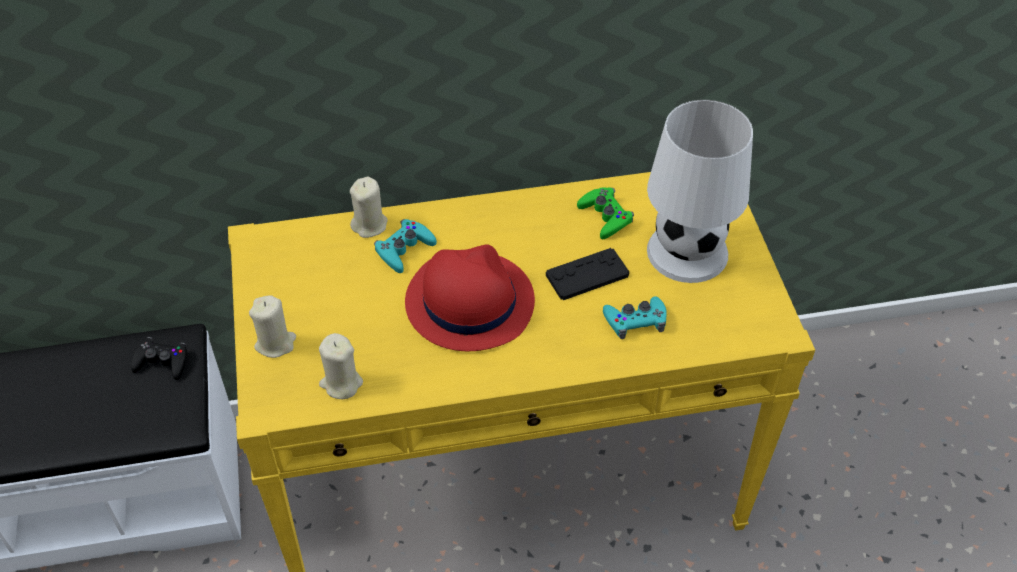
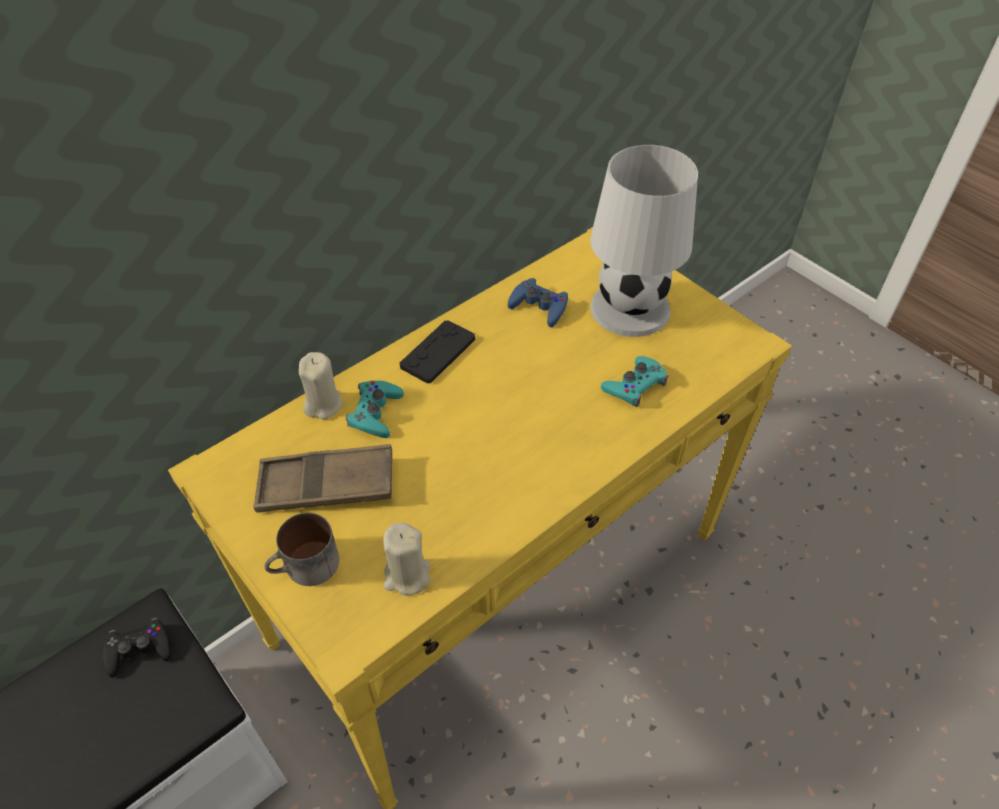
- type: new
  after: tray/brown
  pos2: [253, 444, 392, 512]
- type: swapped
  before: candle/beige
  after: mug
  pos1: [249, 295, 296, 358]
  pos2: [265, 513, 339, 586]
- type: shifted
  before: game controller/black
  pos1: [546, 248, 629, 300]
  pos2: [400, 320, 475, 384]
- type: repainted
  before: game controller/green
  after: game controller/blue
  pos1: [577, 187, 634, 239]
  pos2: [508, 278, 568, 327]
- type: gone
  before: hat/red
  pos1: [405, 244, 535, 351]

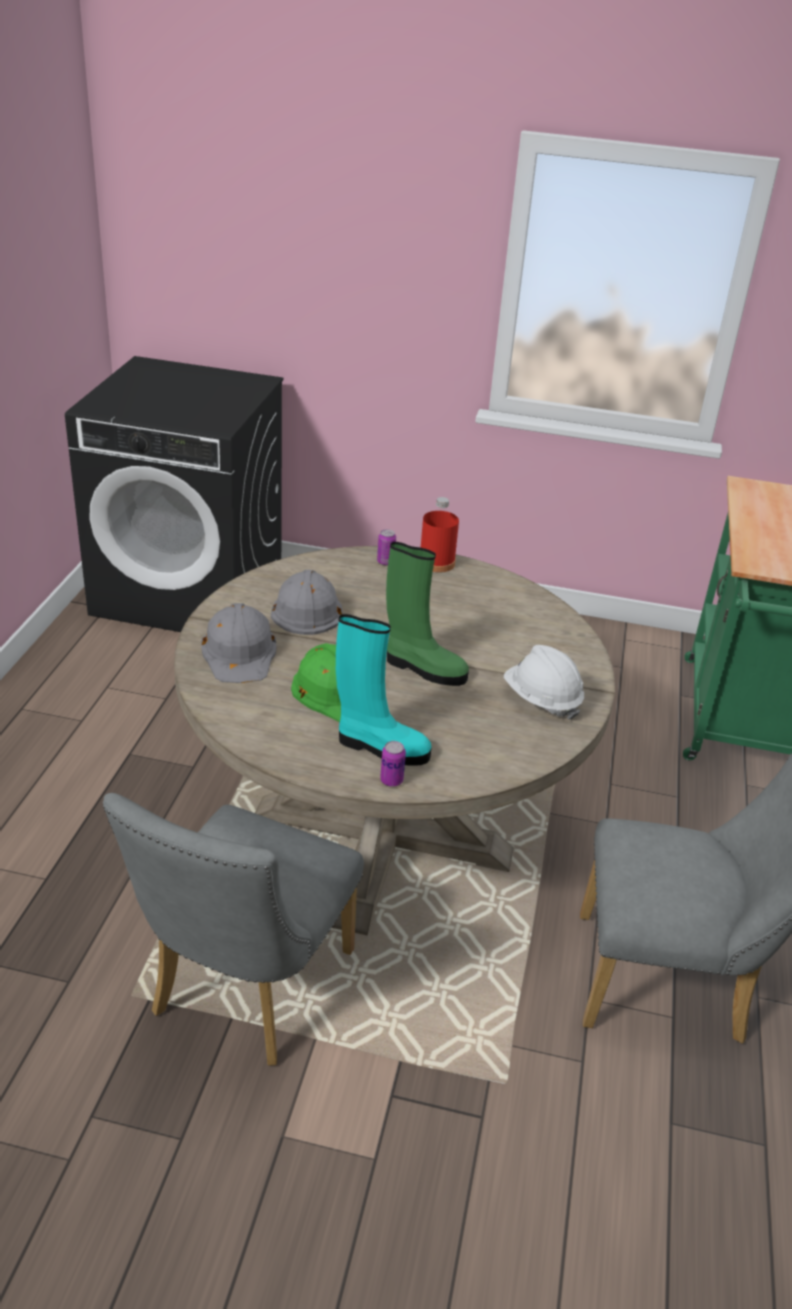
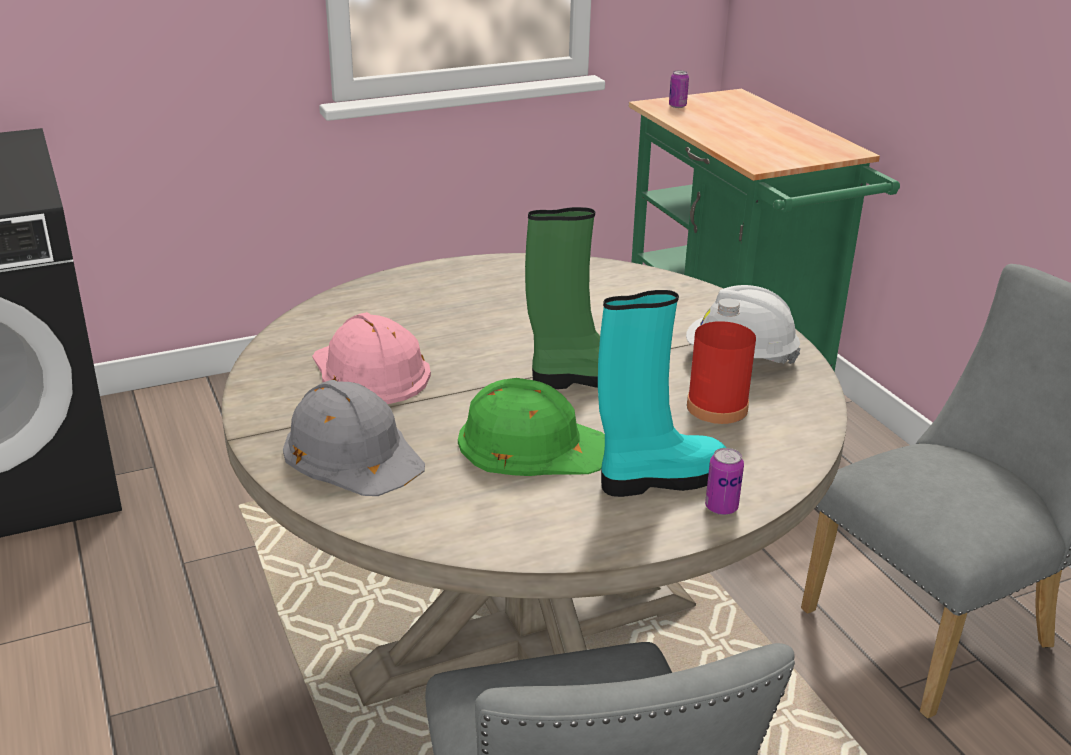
- type: repainted
  before: hard hat/grey
  after: hard hat/pink
  pos1: [271, 570, 343, 635]
  pos2: [312, 312, 431, 404]
- type: shifted
  before: can
  pos1: [377, 529, 396, 566]
  pos2: [669, 70, 689, 108]
- type: shifted
  before: bottle/red
  pos1: [421, 497, 459, 573]
  pos2: [687, 298, 756, 424]

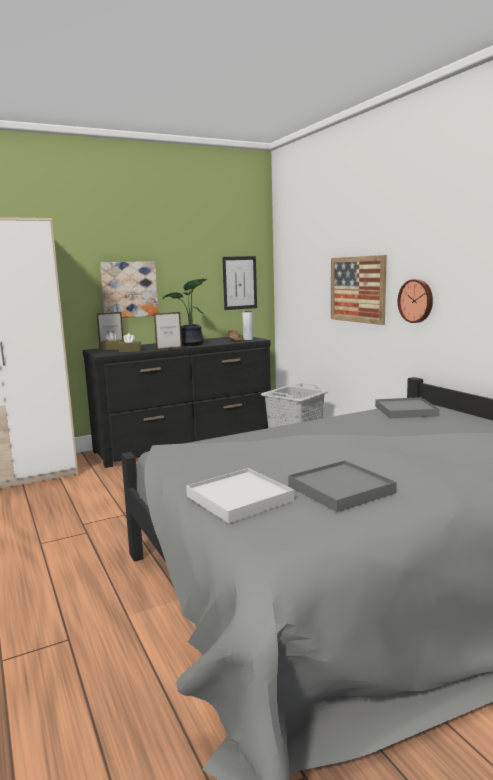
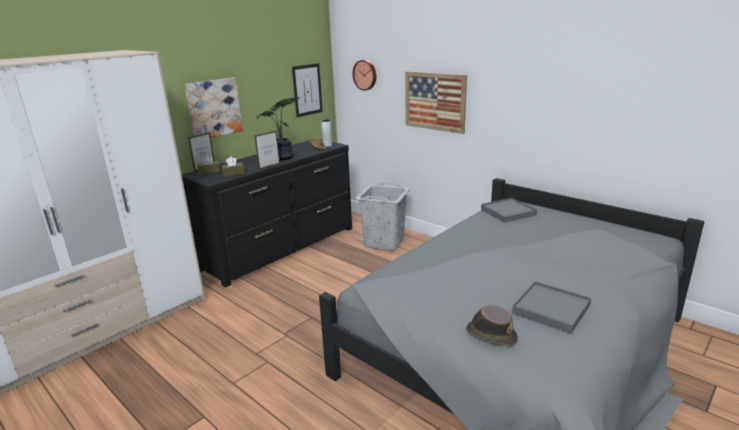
- type: shifted
  before: wall clock
  pos1: [398, 279, 433, 323]
  pos2: [352, 60, 376, 91]
- type: swapped
  before: tray/white
  after: hat/brown
  pos1: [186, 468, 294, 524]
  pos2: [466, 305, 518, 346]

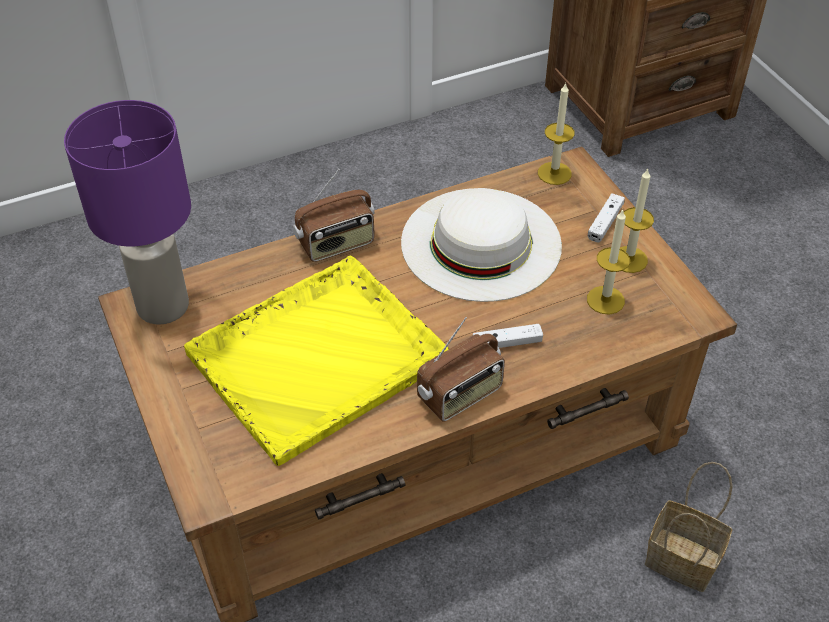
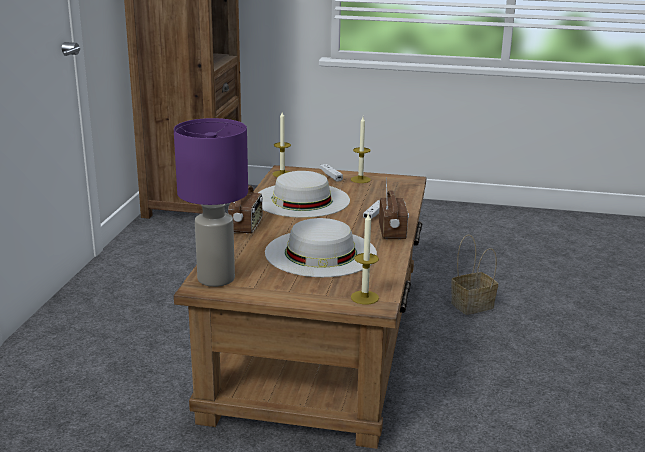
- type: swapped
  before: tray/yellow
  after: hat/white
  pos1: [184, 255, 449, 466]
  pos2: [265, 218, 377, 277]
- type: shifted
  before: candle
  pos1: [587, 209, 630, 315]
  pos2: [351, 212, 379, 305]

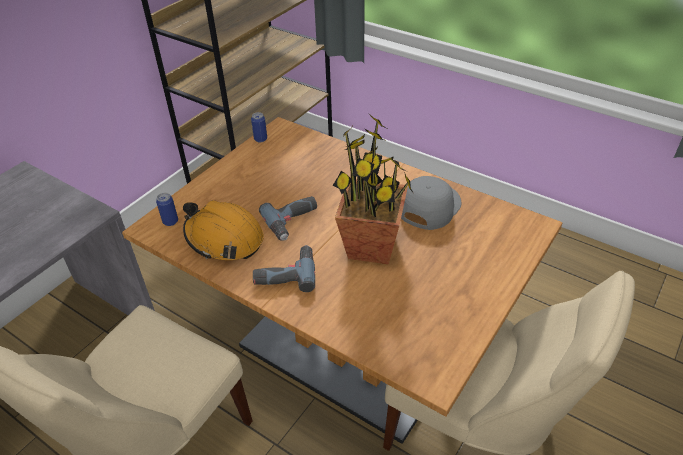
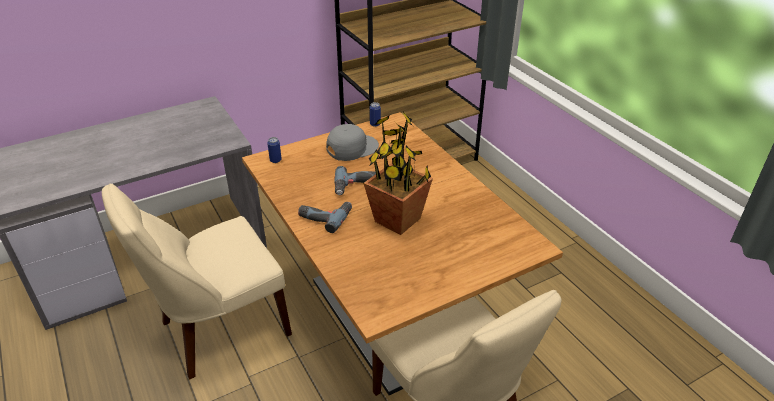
- type: shifted
  before: cap/grey
  pos1: [401, 176, 461, 230]
  pos2: [326, 124, 379, 161]
- type: gone
  before: hard hat/orange
  pos1: [183, 200, 264, 260]

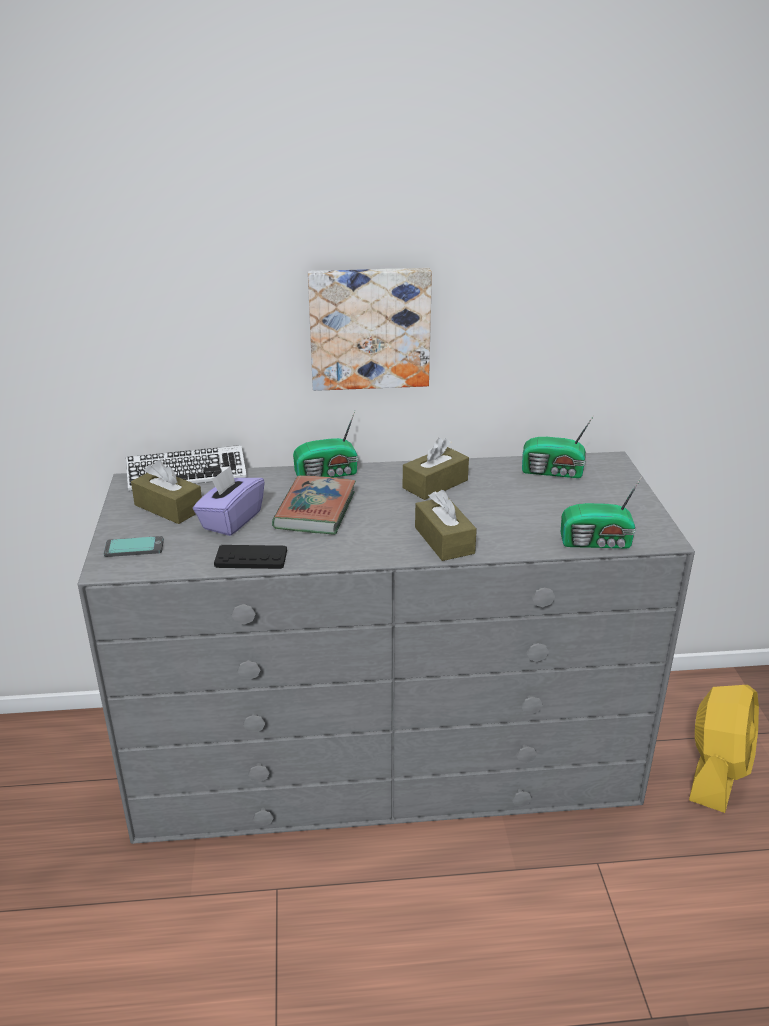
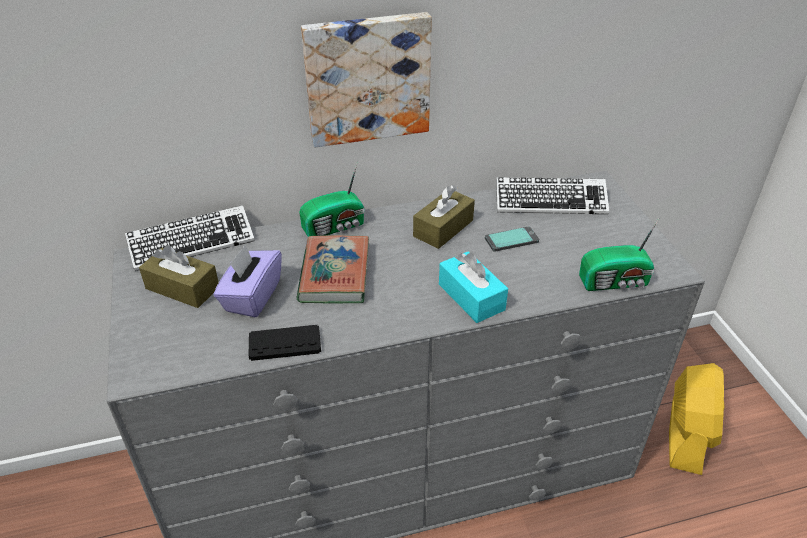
- type: repainted
  before: tissue box/brown
  after: tissue box/turquoise
  pos1: [415, 490, 477, 561]
  pos2: [439, 251, 508, 323]
- type: shifted
  before: phone
  pos1: [104, 536, 164, 557]
  pos2: [485, 227, 539, 252]
- type: swapped
  before: radio
  after: keyboard
  pos1: [522, 415, 594, 478]
  pos2: [496, 177, 609, 214]

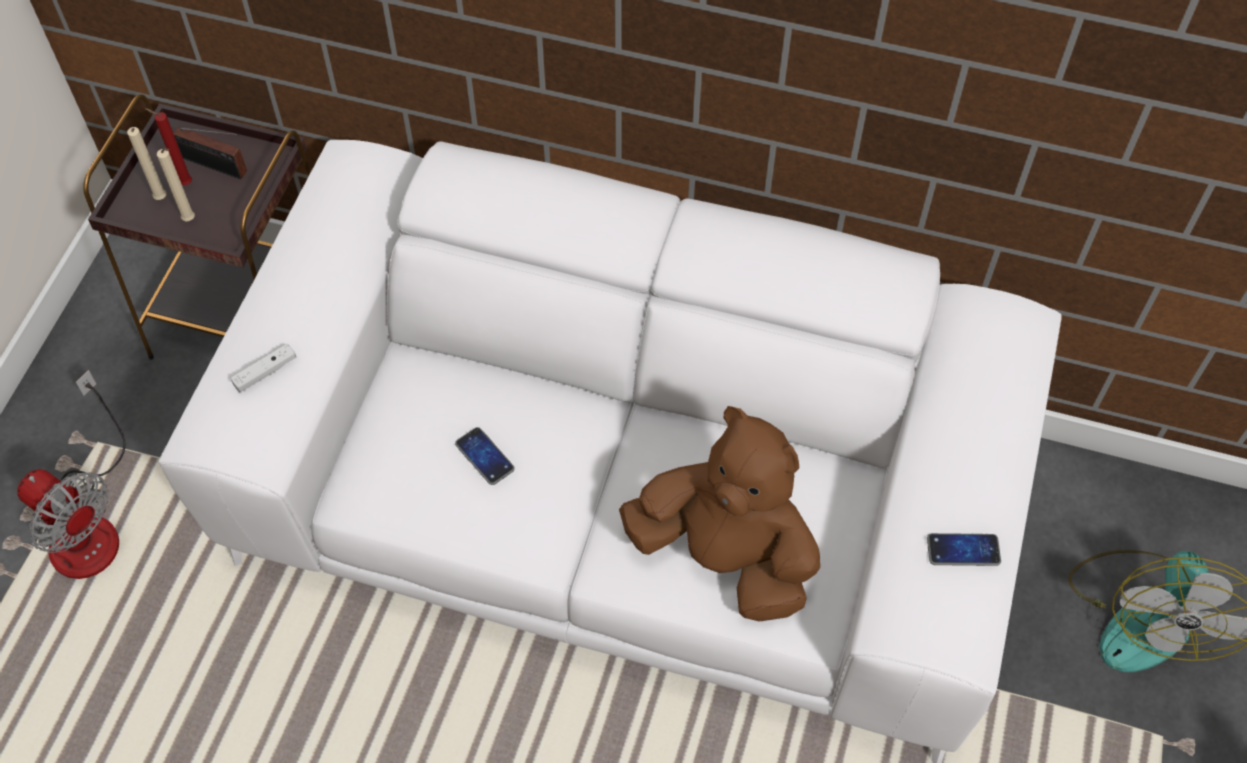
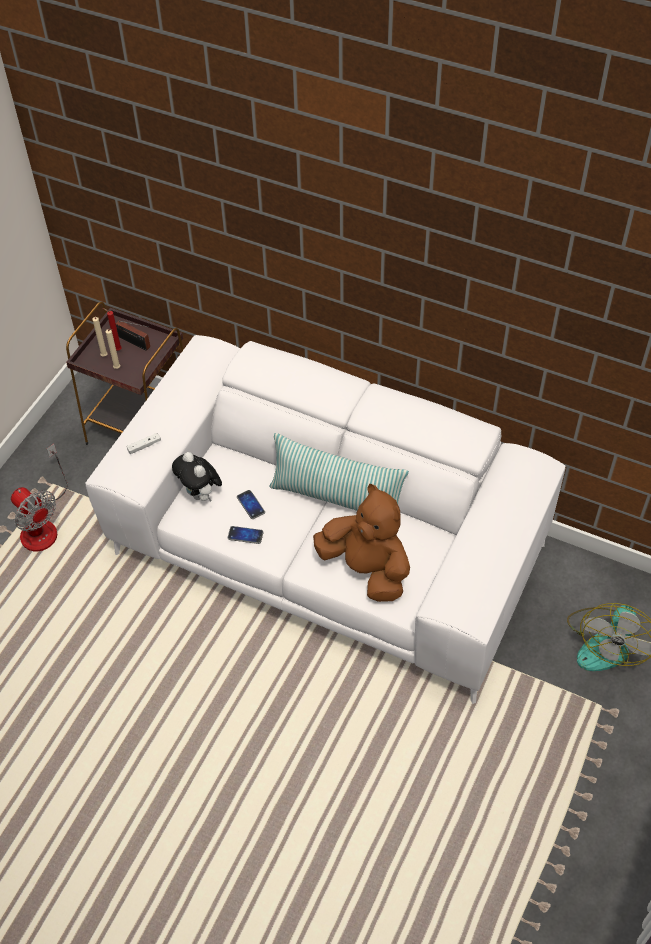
- type: new
  after: plush toy
  pos2: [172, 452, 222, 502]
- type: shifted
  before: phone
  pos1: [927, 533, 1001, 566]
  pos2: [228, 526, 264, 544]
- type: new
  after: pillow
  pos2: [270, 433, 409, 511]

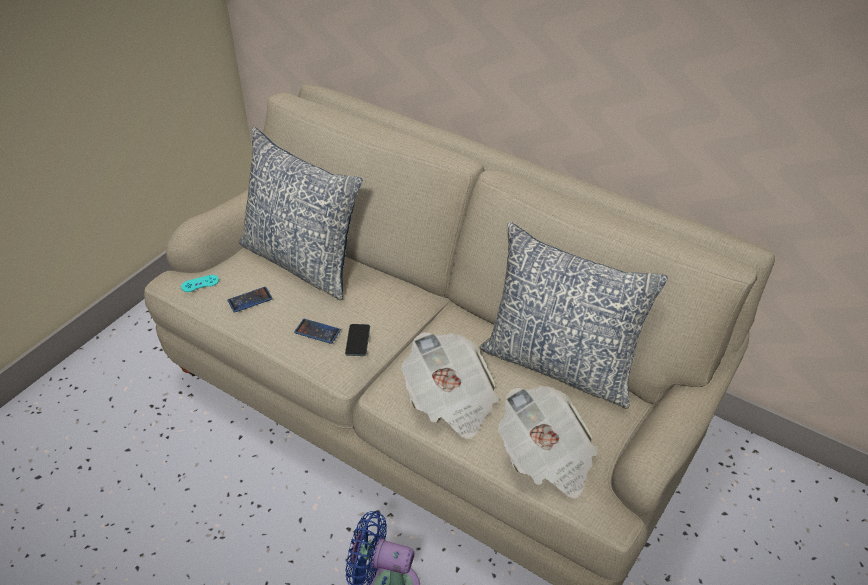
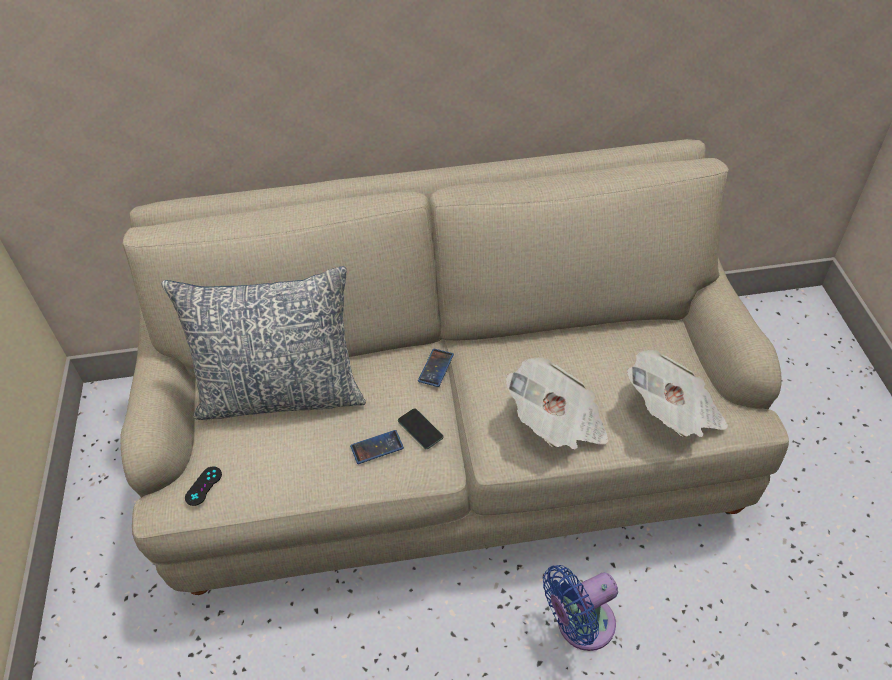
- type: repainted
  before: game controller/turquoise
  after: game controller/black
  pos1: [181, 275, 219, 292]
  pos2: [185, 466, 222, 506]
- type: shifted
  before: phone
  pos1: [227, 287, 273, 313]
  pos2: [418, 349, 454, 387]
- type: gone
  before: pillow
  pos1: [480, 222, 668, 409]

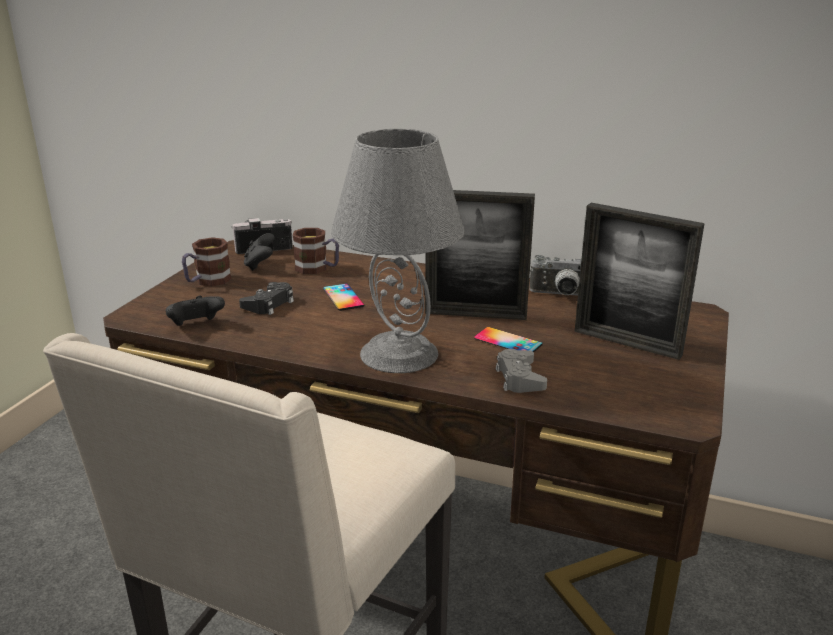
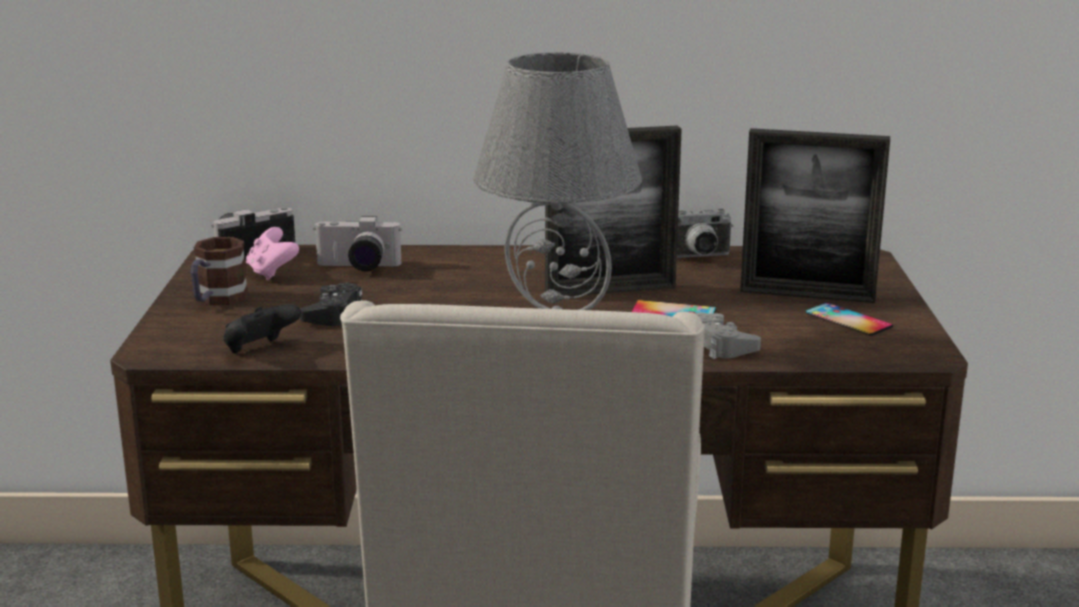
- type: repainted
  before: game controller/black
  after: game controller/pink
  pos1: [244, 233, 275, 271]
  pos2: [246, 227, 299, 280]
- type: swapped
  before: mug
  after: photo camera
  pos1: [293, 228, 339, 274]
  pos2: [313, 216, 402, 272]
- type: shifted
  before: phone
  pos1: [323, 283, 365, 311]
  pos2: [806, 303, 893, 336]

